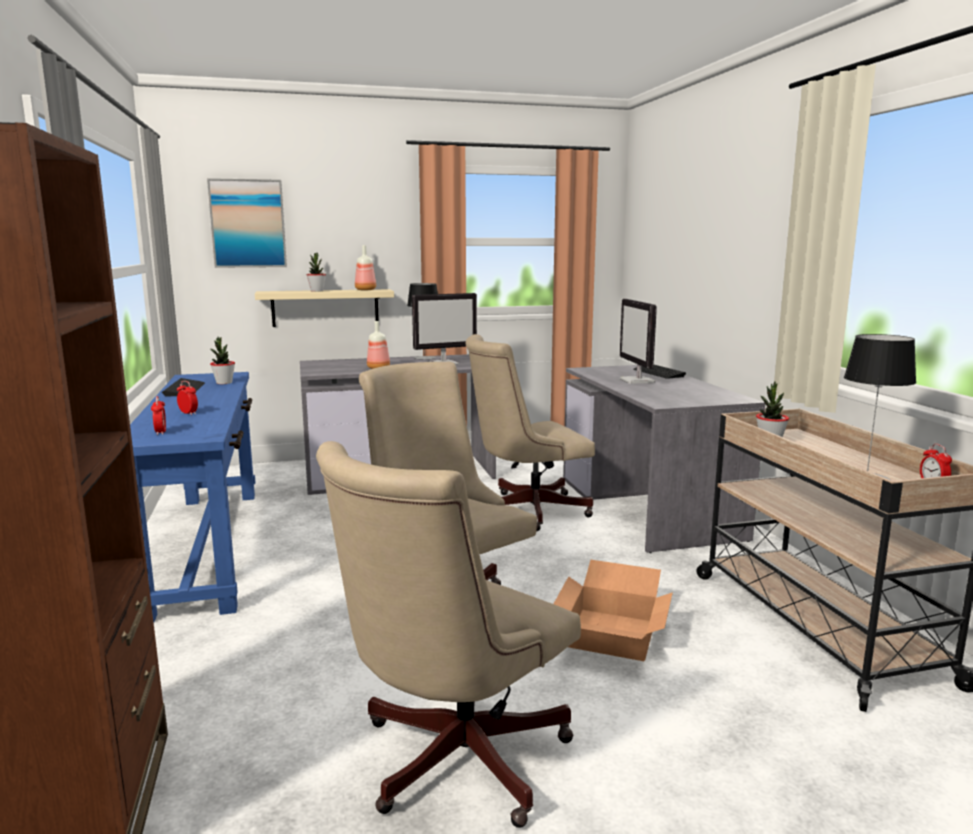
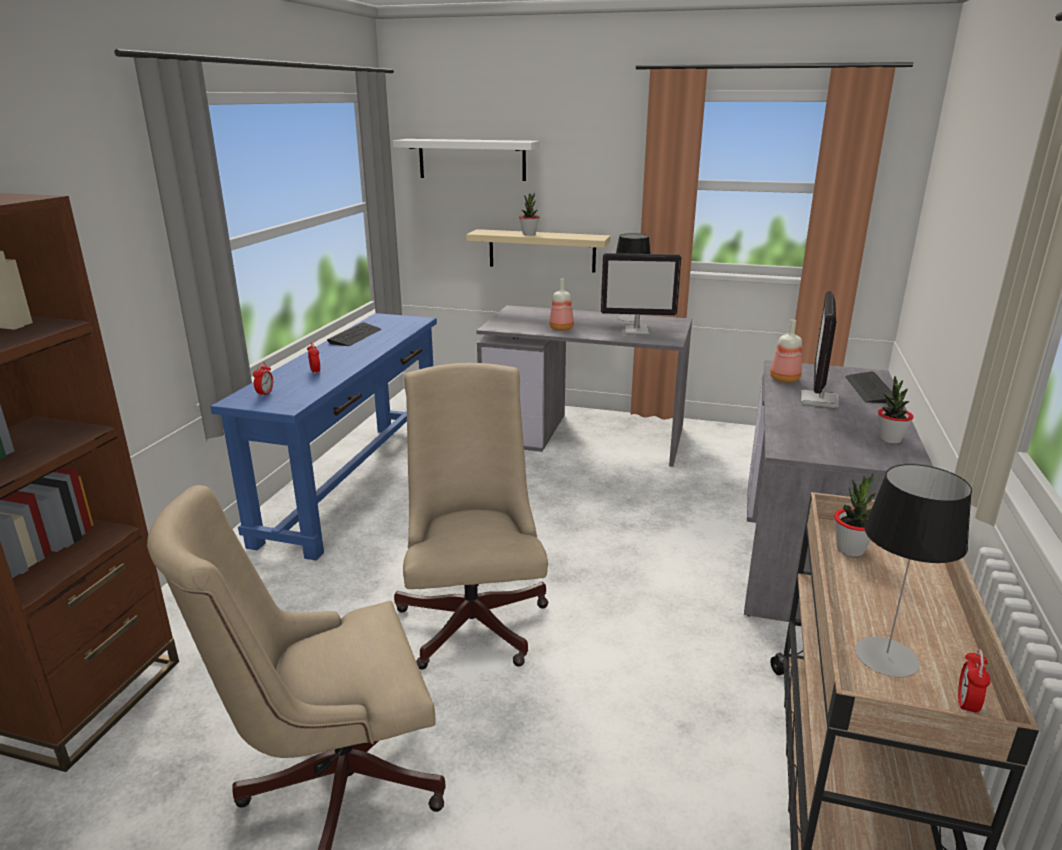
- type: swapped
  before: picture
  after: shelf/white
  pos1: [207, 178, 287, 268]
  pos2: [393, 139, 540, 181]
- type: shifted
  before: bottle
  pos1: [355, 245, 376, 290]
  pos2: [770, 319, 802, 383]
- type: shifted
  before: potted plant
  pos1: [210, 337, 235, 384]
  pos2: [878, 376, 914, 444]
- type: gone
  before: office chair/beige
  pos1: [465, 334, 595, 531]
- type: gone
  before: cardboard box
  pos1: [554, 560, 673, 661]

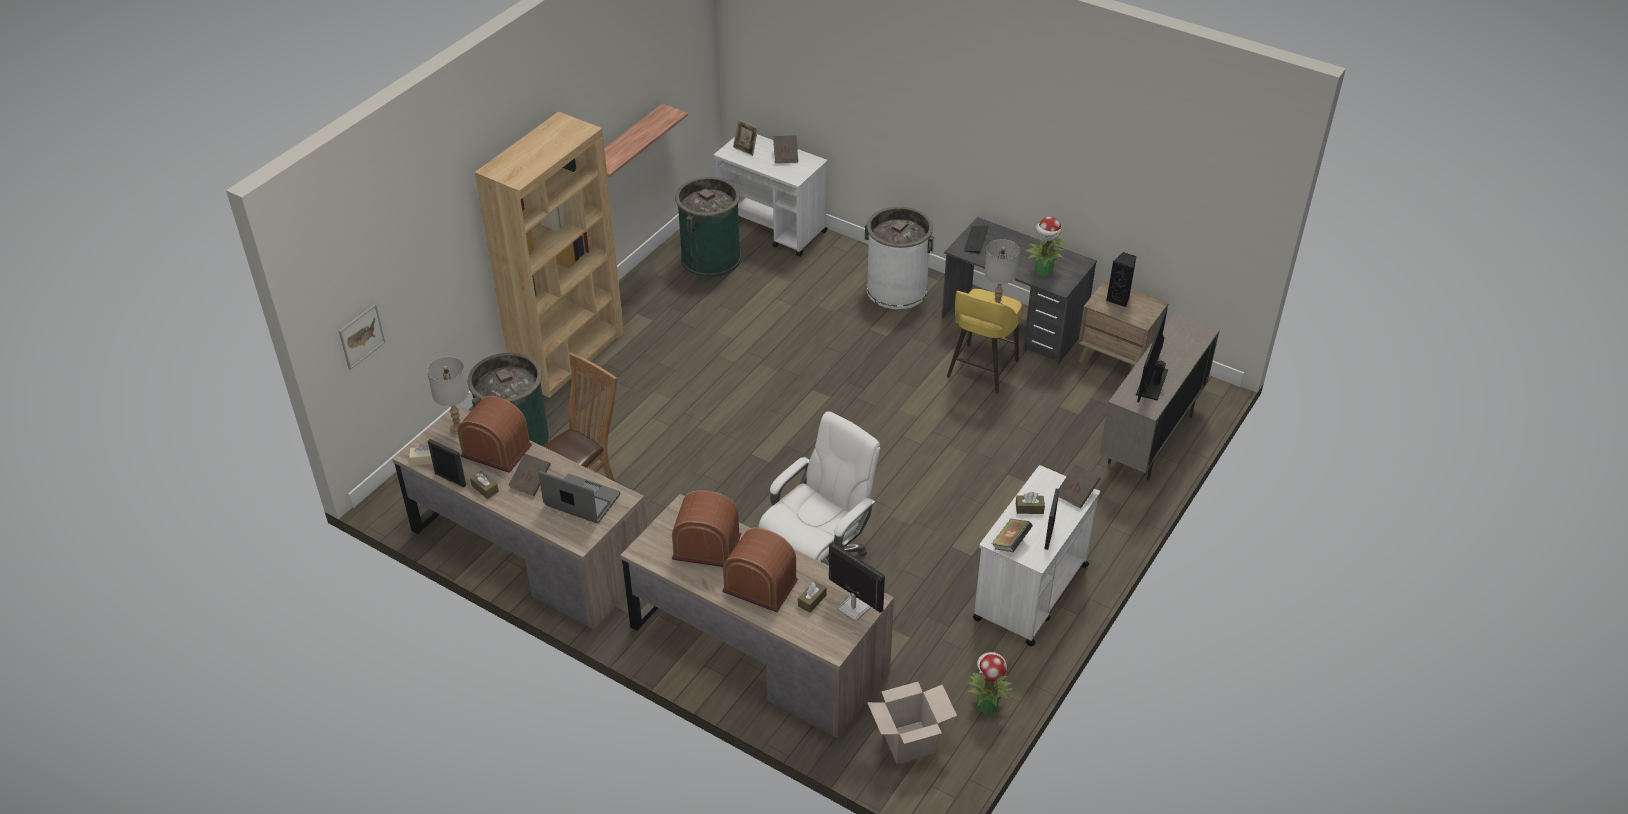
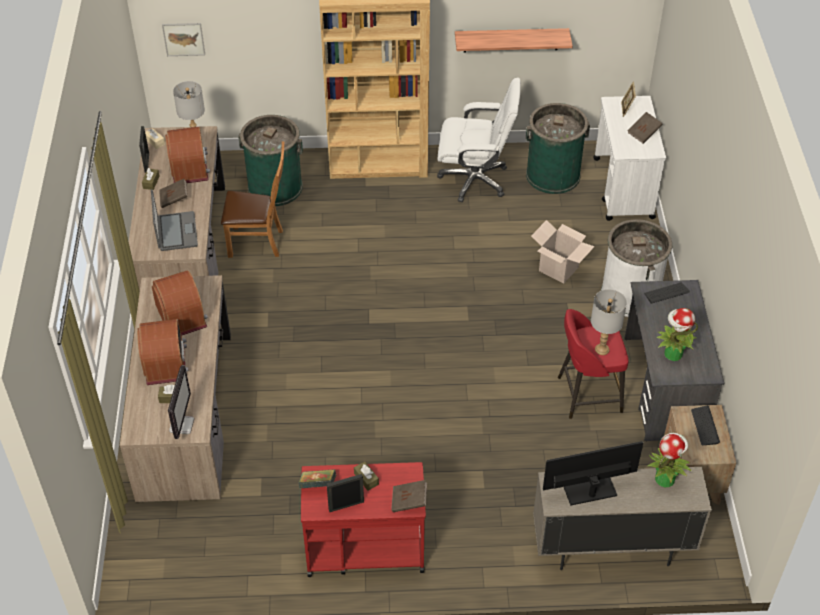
- type: repainted
  before: cart/white
  after: cart/red
  pos1: [973, 465, 1100, 646]
  pos2: [301, 462, 426, 577]
- type: shifted
  before: office chair/white
  pos1: [759, 411, 880, 566]
  pos2: [437, 78, 521, 202]
- type: shifted
  before: cardboard box
  pos1: [867, 682, 957, 764]
  pos2: [531, 220, 595, 284]
- type: repainted
  before: stool/yellow
  after: stool/red
  pos1: [947, 289, 1022, 394]
  pos2: [558, 309, 628, 419]
- type: shifted
  before: potted plant
  pos1: [967, 652, 1012, 714]
  pos2: [647, 433, 691, 487]
- type: swapped
  before: speaker/black
  after: keyboard
  pos1: [1106, 252, 1137, 307]
  pos2: [691, 405, 720, 445]

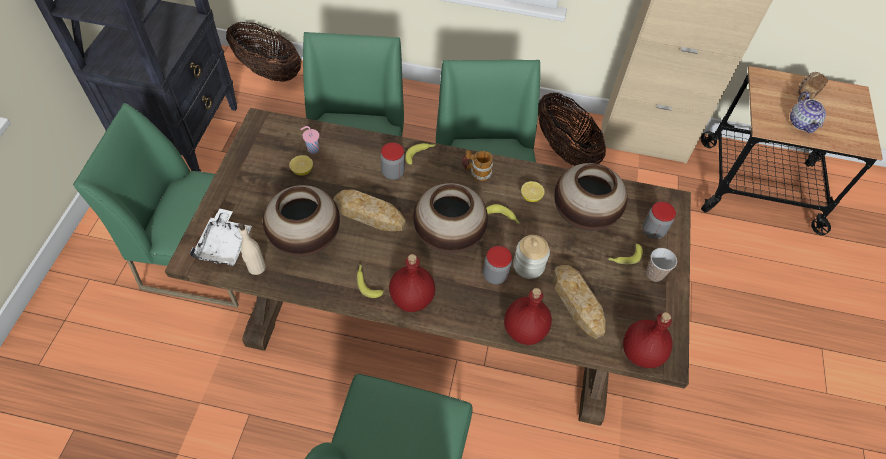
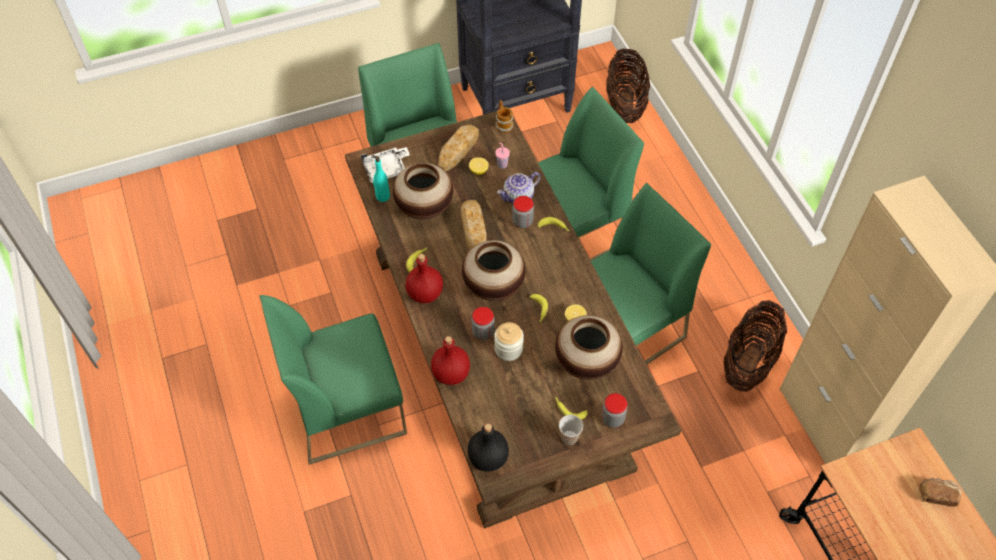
- type: repainted
  before: bottle/beige
  after: bottle/turquoise
  pos1: [238, 223, 266, 275]
  pos2: [373, 156, 390, 202]
- type: shifted
  before: bread
  pos1: [553, 265, 605, 339]
  pos2: [439, 124, 479, 172]
- type: repainted
  before: bottle/red
  after: bottle/black
  pos1: [623, 312, 672, 368]
  pos2: [468, 423, 509, 471]
- type: shifted
  before: mug
  pos1: [462, 150, 493, 181]
  pos2: [496, 100, 514, 133]
- type: shifted
  before: teapot
  pos1: [790, 91, 826, 133]
  pos2: [497, 172, 540, 203]

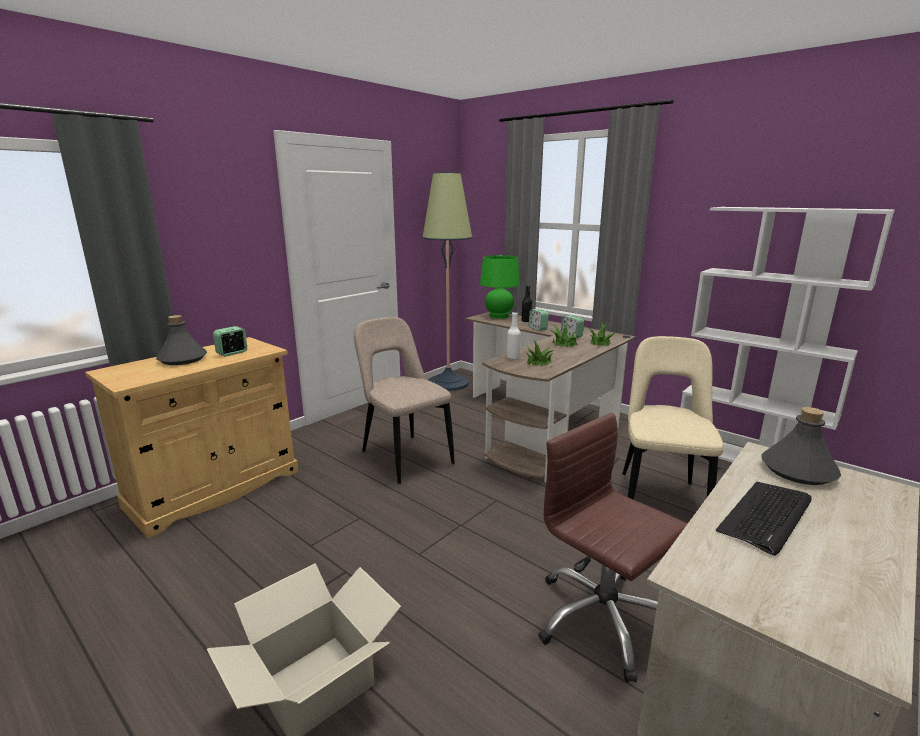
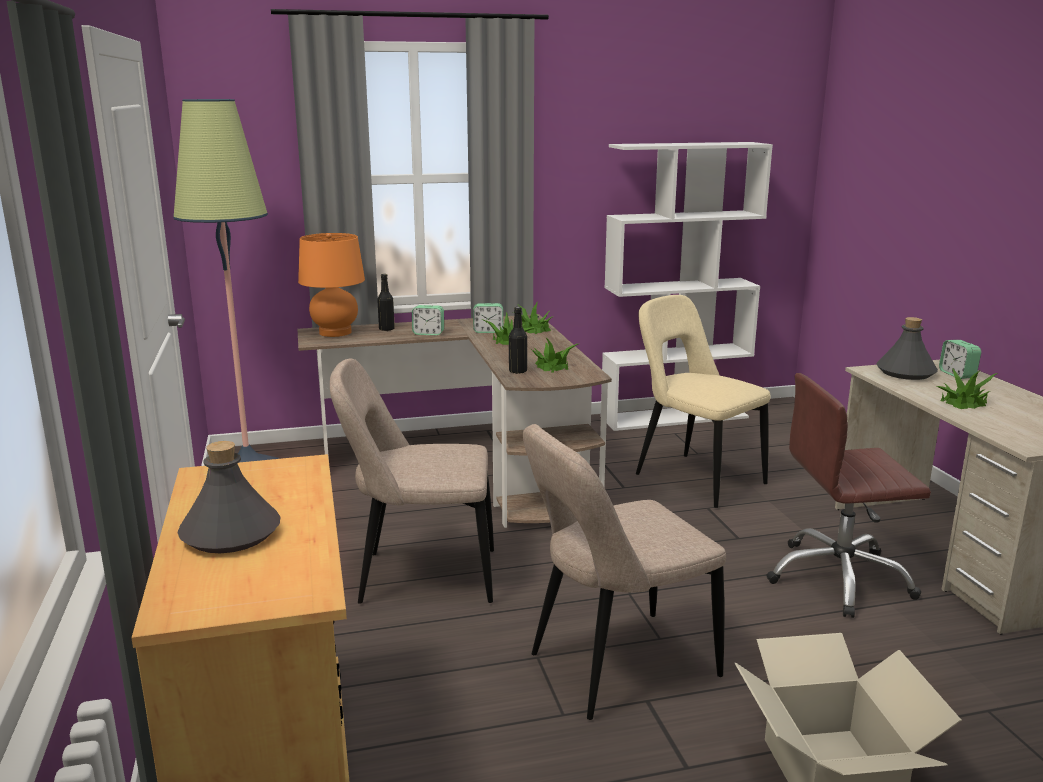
- type: repainted
  before: table lamp/green
  after: table lamp/orange
  pos1: [480, 255, 520, 319]
  pos2: [298, 233, 365, 337]
- type: repainted
  before: bottle/white
  after: bottle/black
  pos1: [507, 312, 521, 359]
  pos2: [509, 307, 527, 374]
- type: new
  after: chair/beige
  pos2: [523, 424, 726, 720]
- type: swapped
  before: keyboard
  after: potted plant
  pos1: [716, 482, 812, 556]
  pos2: [936, 368, 997, 409]
- type: shifted
  before: alarm clock
  pos1: [213, 326, 247, 356]
  pos2: [939, 340, 981, 379]

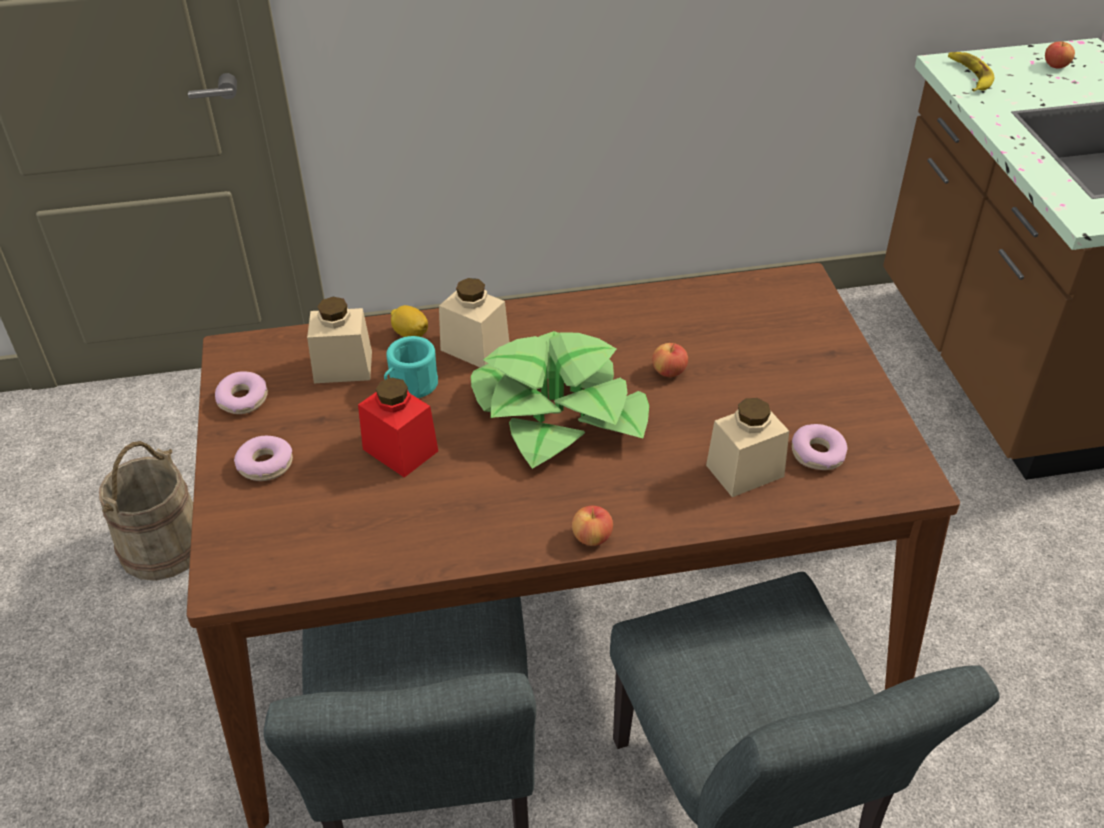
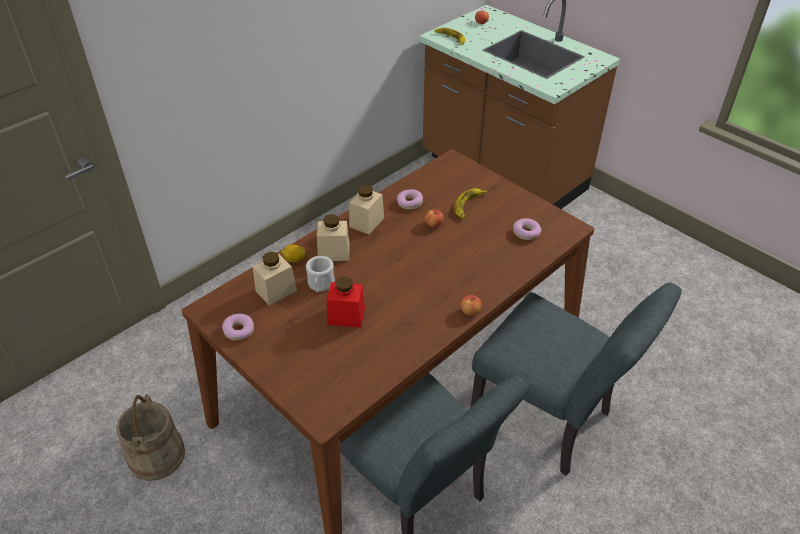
- type: repainted
  before: mug/turquoise
  after: mug/white
  pos1: [384, 336, 438, 398]
  pos2: [306, 256, 335, 292]
- type: shifted
  before: jar/beige
  pos1: [706, 398, 789, 497]
  pos2: [349, 185, 384, 234]
- type: shifted
  before: donut
  pos1: [234, 436, 293, 481]
  pos2: [397, 189, 423, 210]
- type: new
  after: banana
  pos2: [454, 188, 487, 219]
- type: gone
  before: potted plant
  pos1: [471, 331, 649, 469]

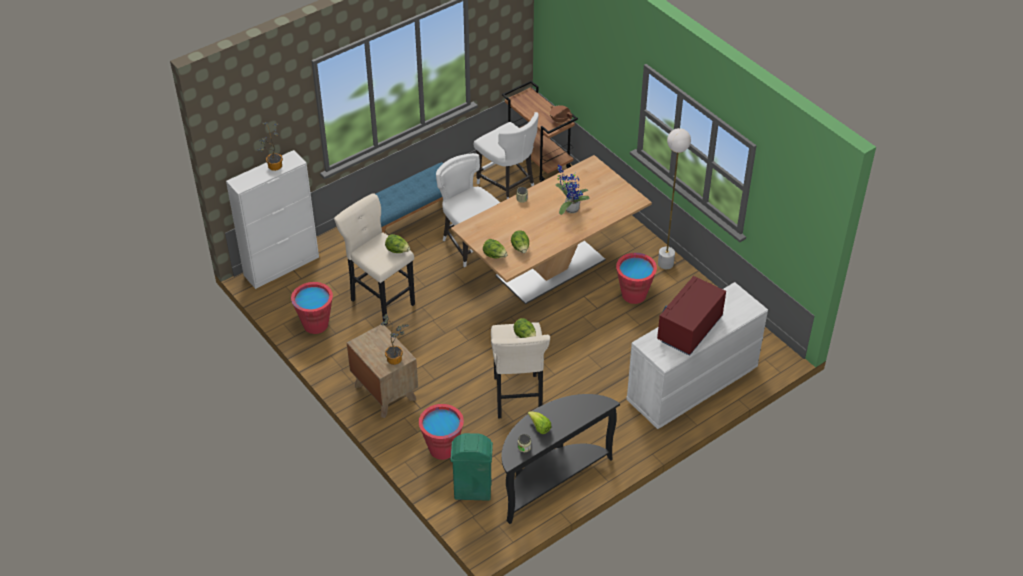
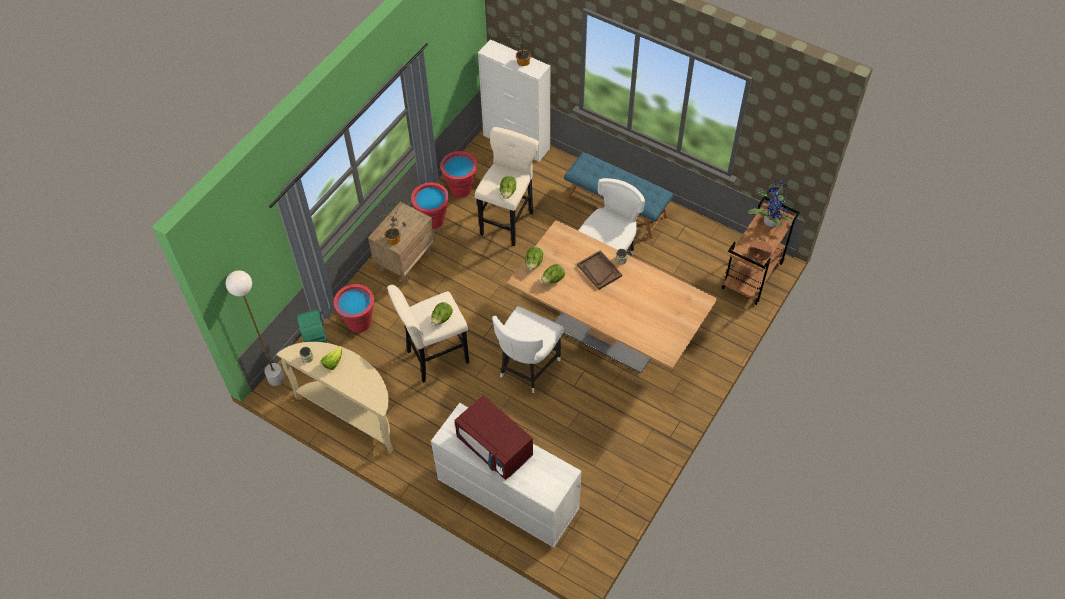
- type: shifted
  before: floor lamp/white
  pos1: [658, 128, 691, 269]
  pos2: [226, 270, 285, 386]
- type: repainted
  before: console table/black
  after: console table/beige
  pos1: [501, 394, 620, 524]
  pos2: [276, 342, 394, 453]
- type: shifted
  before: bucket/red
  pos1: [616, 253, 657, 304]
  pos2: [411, 183, 449, 229]
- type: rotated
  before: microwave/red
  pos1: [657, 276, 726, 356]
  pos2: [455, 395, 534, 480]
  turn: -150
- type: shifted
  before: chair/white
  pos1: [474, 112, 539, 199]
  pos2: [492, 306, 564, 393]
- type: new
  after: tray/brown
  pos2: [577, 250, 622, 290]
- type: shifted
  before: potted plant
  pos1: [555, 165, 589, 215]
  pos2: [748, 179, 793, 228]

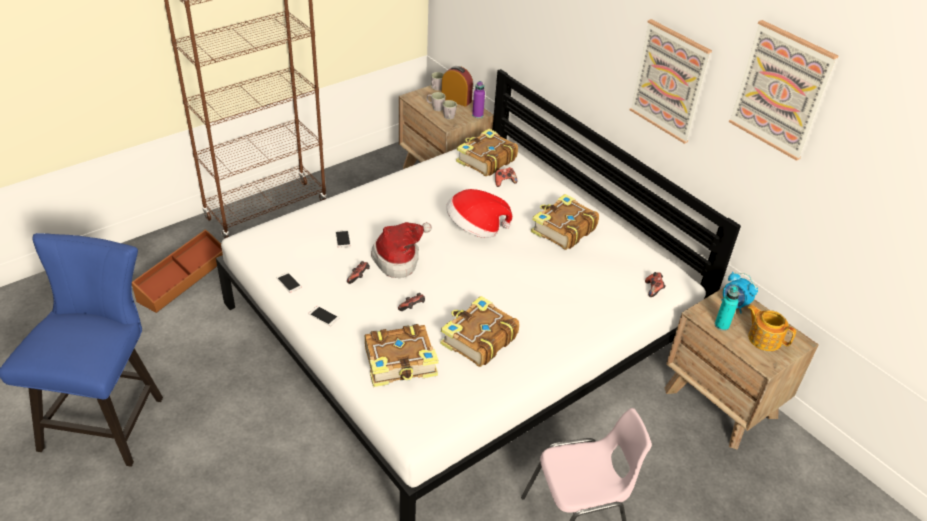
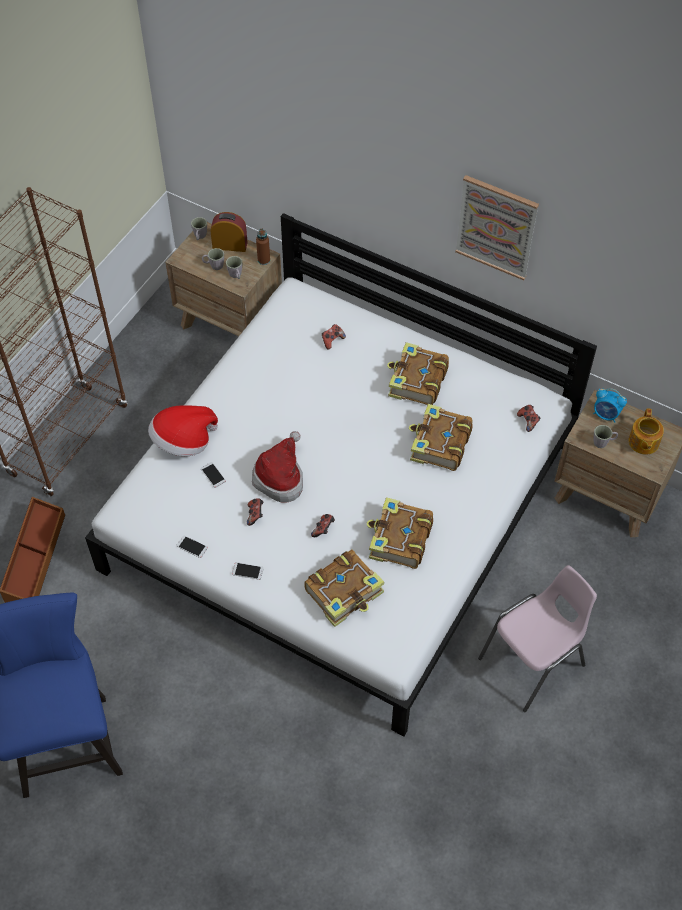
- type: shifted
  before: hat
  pos1: [446, 189, 512, 238]
  pos2: [148, 405, 218, 456]
- type: repainted
  before: bottle/purple
  after: bottle/brown
  pos1: [472, 81, 485, 118]
  pos2: [256, 228, 270, 265]
- type: shifted
  before: book
  pos1: [456, 129, 518, 176]
  pos2: [409, 404, 473, 471]
- type: swapped
  before: bottle/turquoise
  after: mug/grey
  pos1: [715, 286, 739, 331]
  pos2: [594, 425, 618, 448]
- type: rotated
  before: teapot
  pos1: [747, 305, 796, 351]
  pos2: [629, 408, 664, 455]
  turn: -105
- type: gone
  before: picture
  pos1: [729, 20, 838, 161]

